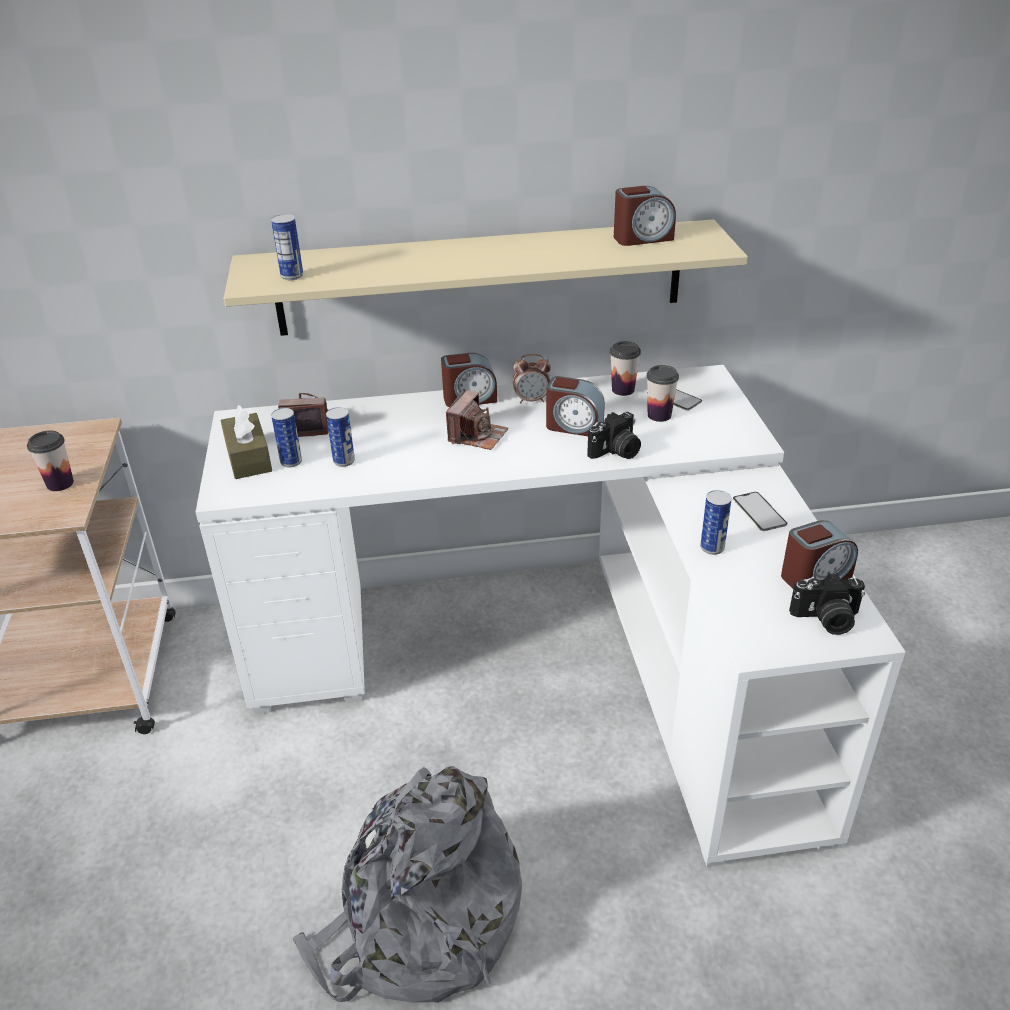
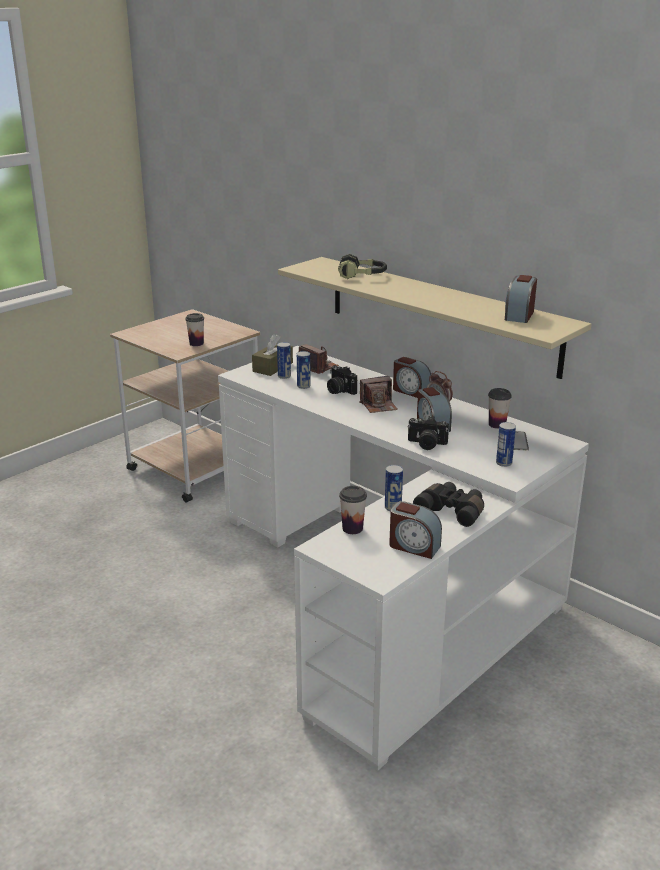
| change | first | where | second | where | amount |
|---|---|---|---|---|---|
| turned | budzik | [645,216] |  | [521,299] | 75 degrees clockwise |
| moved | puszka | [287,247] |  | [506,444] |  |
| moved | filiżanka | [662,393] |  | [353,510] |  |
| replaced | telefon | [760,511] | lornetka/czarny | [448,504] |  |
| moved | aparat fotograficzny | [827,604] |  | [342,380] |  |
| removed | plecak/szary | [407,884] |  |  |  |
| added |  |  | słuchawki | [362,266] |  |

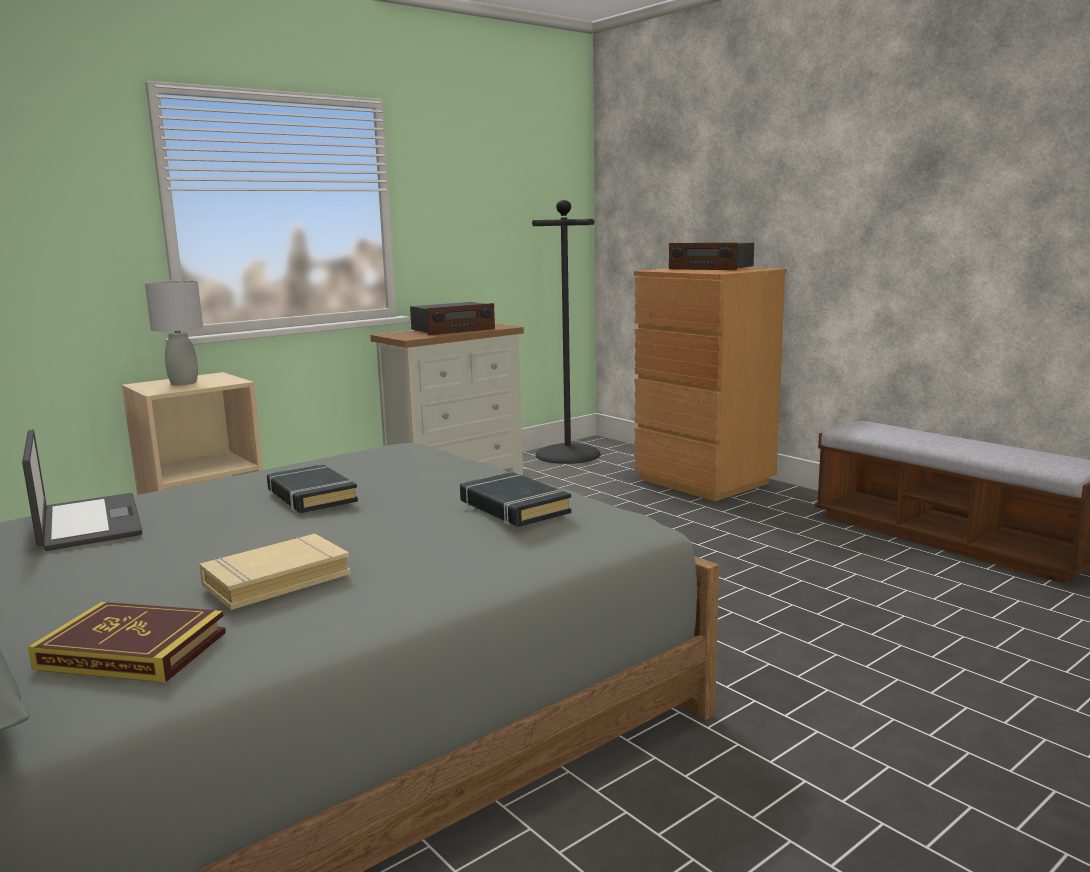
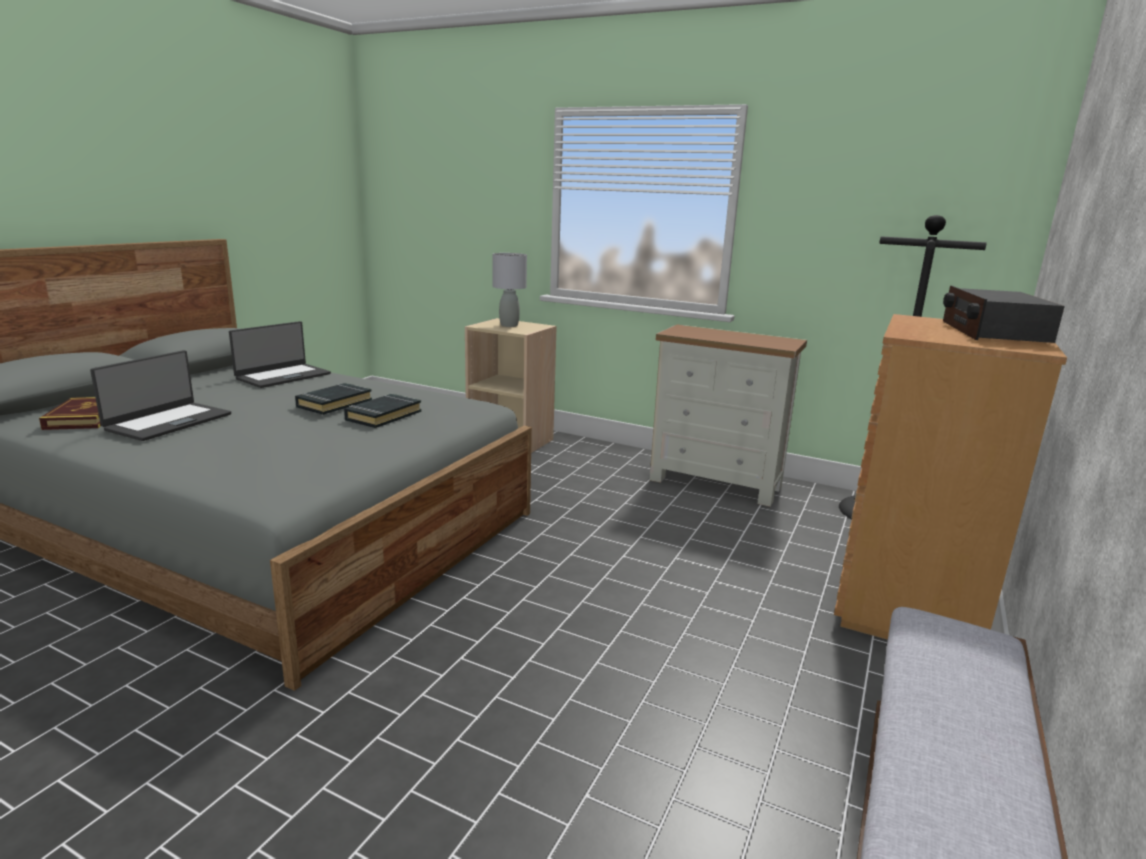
| change | first | where | second | where | amount |
|---|---|---|---|---|---|
| removed | radio | [452,318] |  |  |  |
| moved | książka/czarny | [515,499] |  | [383,411] |  |
| replaced | książka/beżowy | [275,572] | laptop | [160,395] |  |

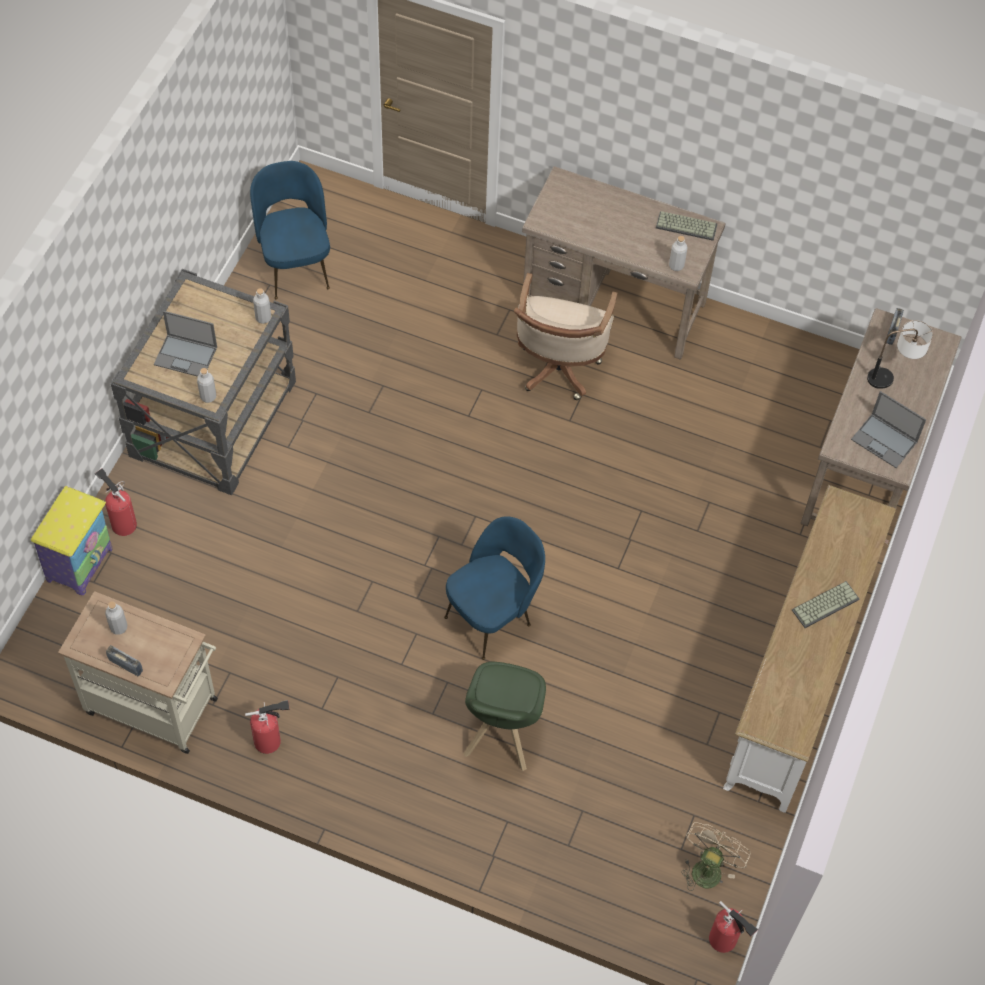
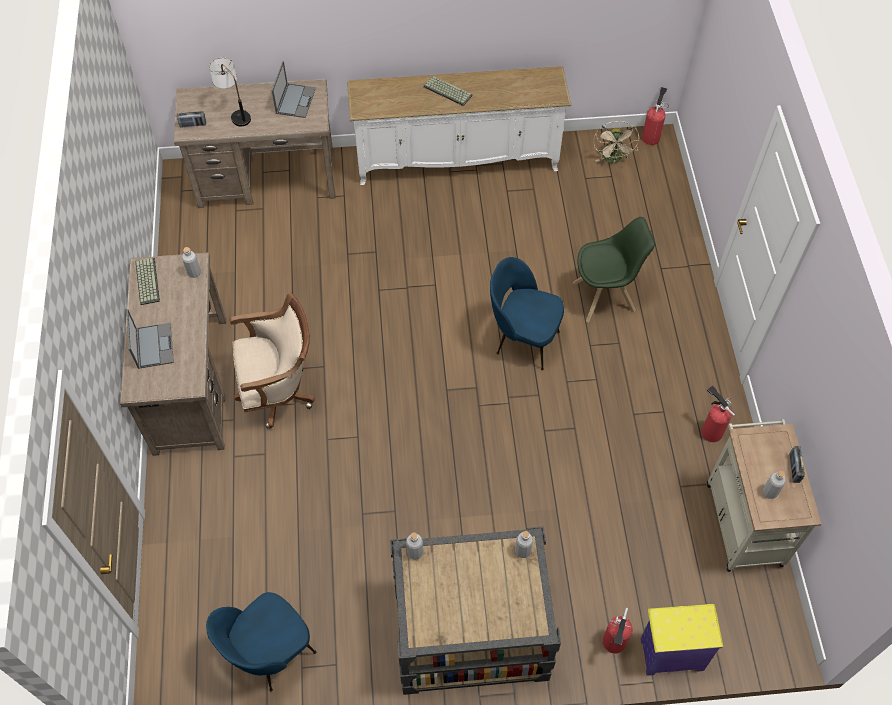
| change | first | where | second | where | amount |
|---|---|---|---|---|---|
| moved | laptop | [185,344] |  | [150,339] |  |
| turned | wentylator/beżowy | [716,856] |  | [616,142] | 90 degrees counterclockwise |

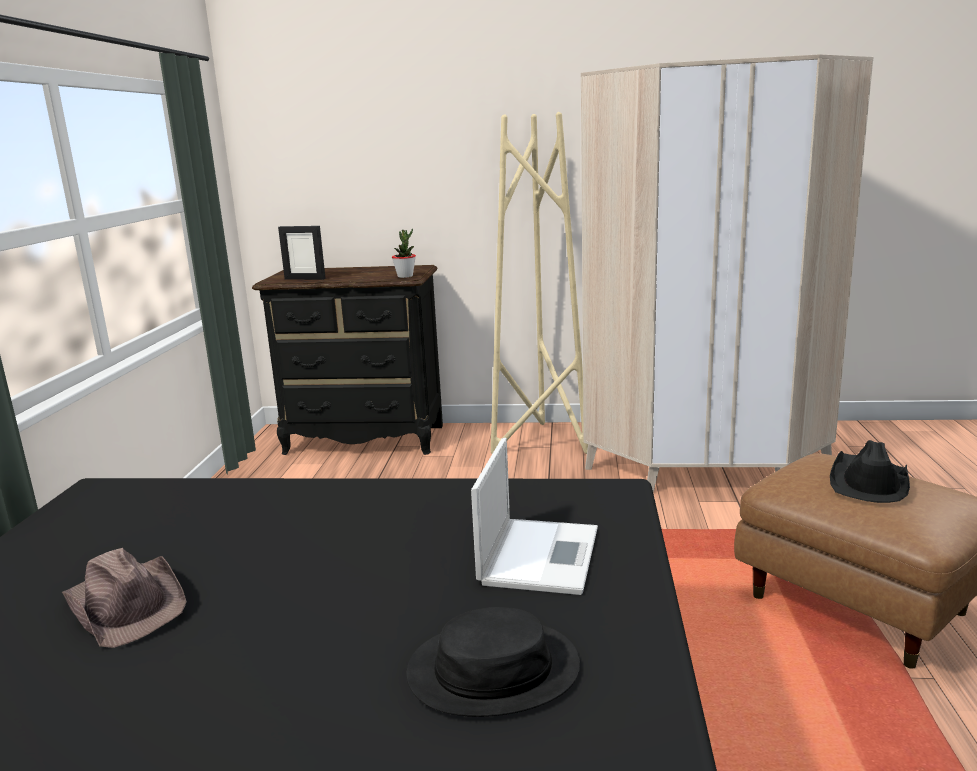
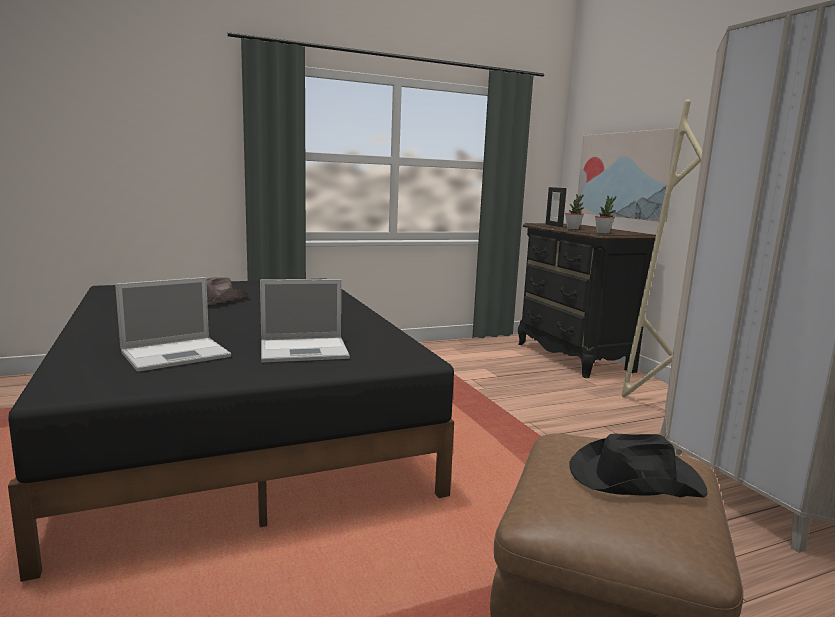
| change | first | where | second | where | amount |
|---|---|---|---|---|---|
| replaced | kapelusz/czarny | [493,662] | laptop | [173,324] |  |
| added |  |  | obraz | [628,175] |  |
| added |  |  | roślina doniczkowa | [574,212] |  |

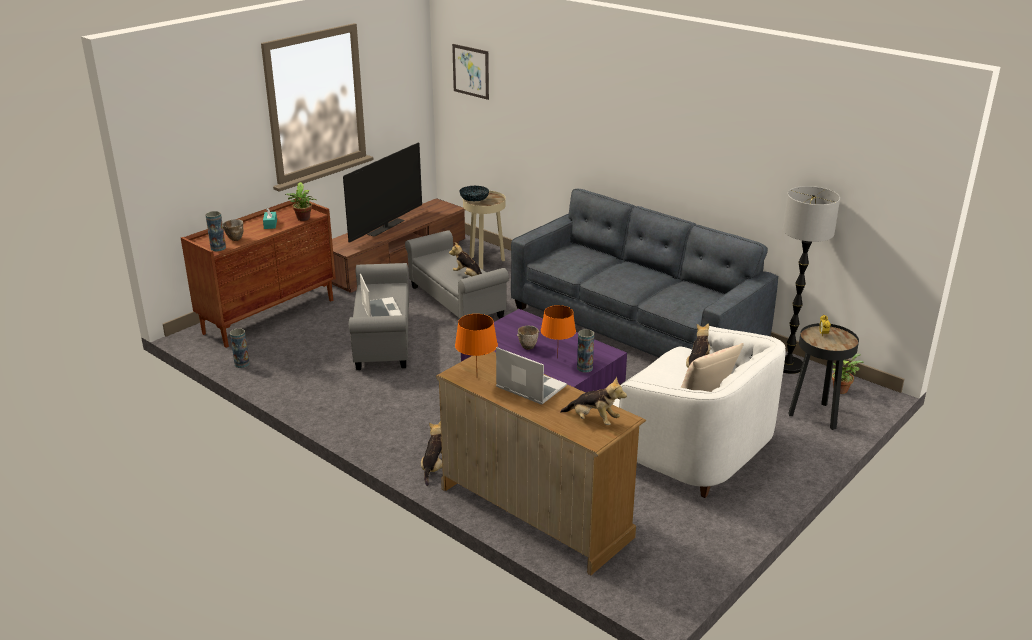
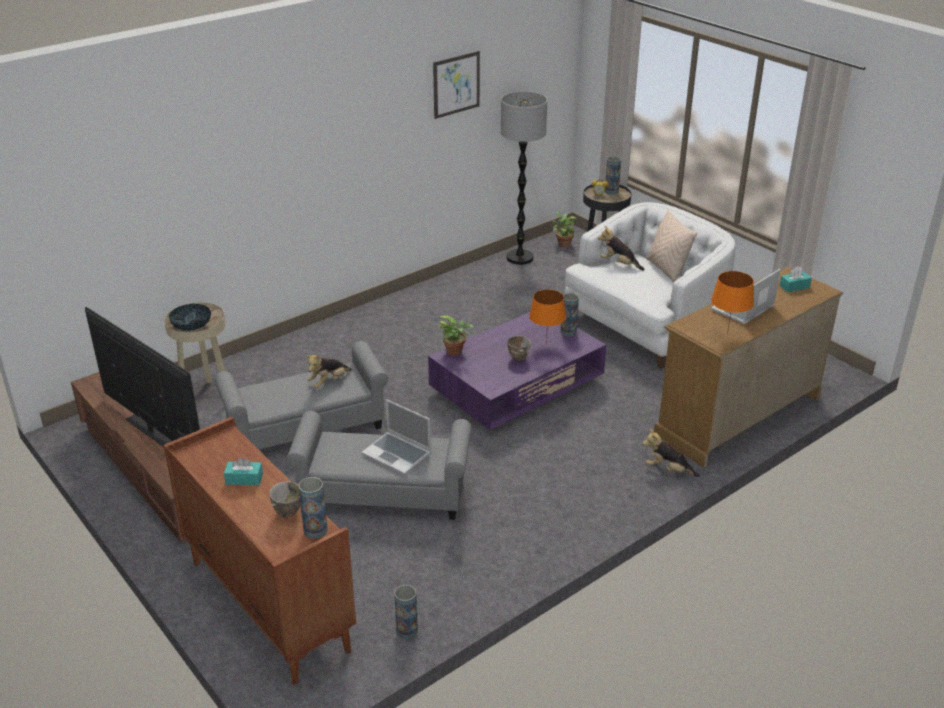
| change | first | where | second | where | amount |
|---|---|---|---|---|---|
| moved | obraz | [470,72] |  | [456,85] |  |
| moved | roślina doniczkowa | [301,201] |  | [455,335] |  |
| removed | kanapa/szary | [645,273] |  |  |  |
| turned | laptop | [381,295] |  | [396,437] | 135 degrees counterclockwise |
| replaced | pluszak | [593,401] | pudełko chusteczek/turkusowy | [795,279] |  |
| added |  |  | wazon | [613,175] |  |

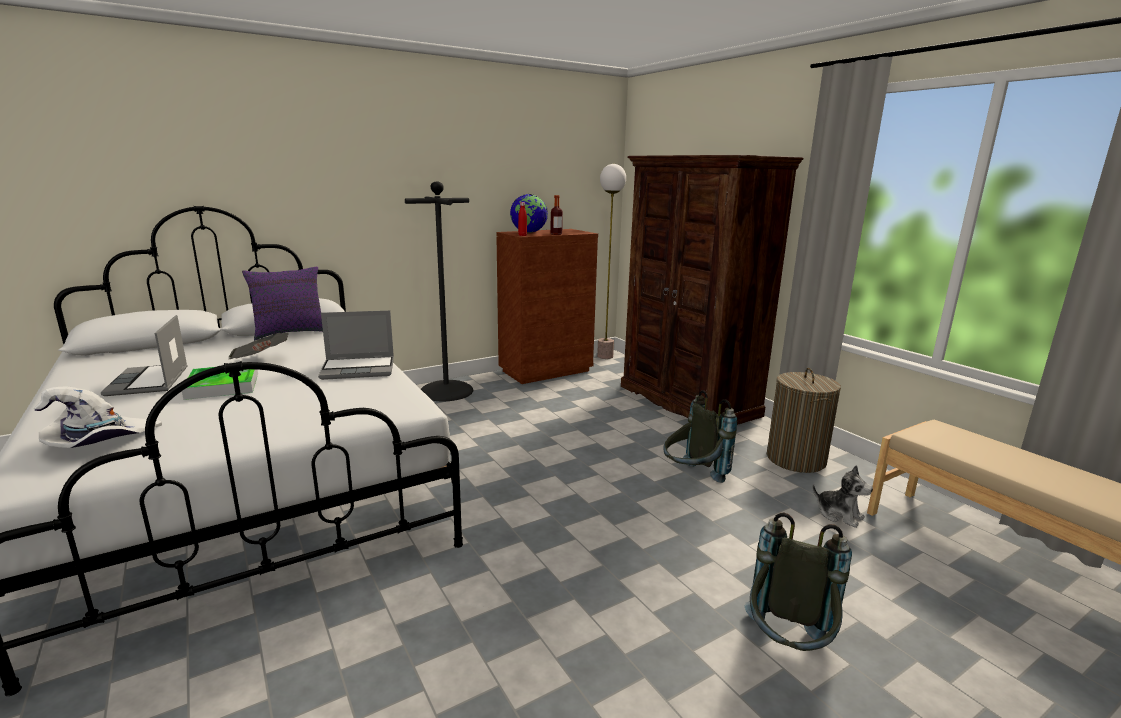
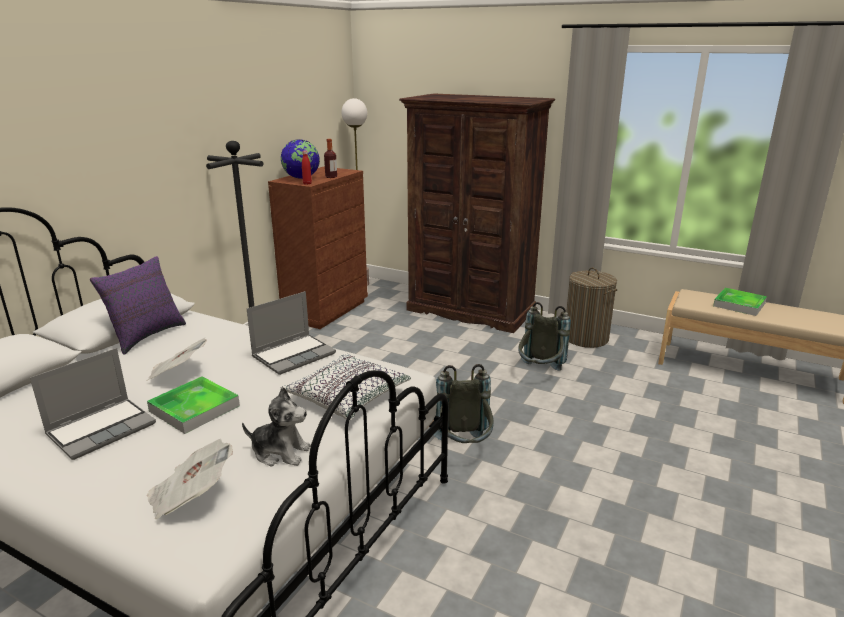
| change | first | where | second | where | amount |
|---|---|---|---|---|---|
| turned | laptop | [144,355] |  | [93,404] | 90 degrees counterclockwise |
| replaced | kapelusz/biały | [98,417] | gazeta | [190,479] |  |
| moved | pluszak | [843,496] |  | [276,427] |  |
| moved | plecak/szary | [798,582] |  | [464,403] |  |
| added |  |  | taca | [740,302] |  |
| added |  |  | poduszka/biały | [346,386] |  |

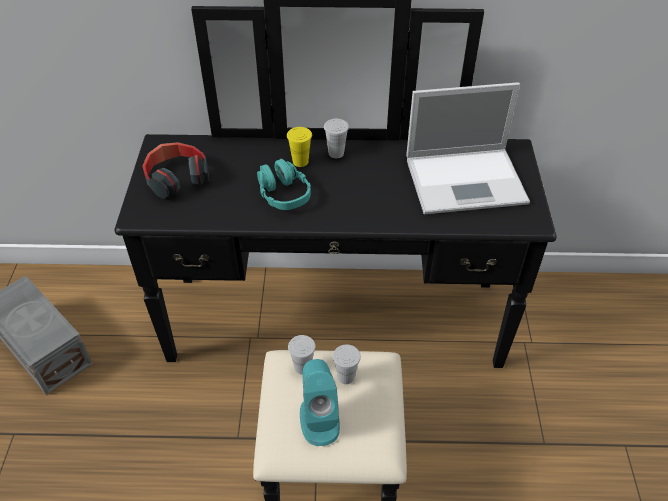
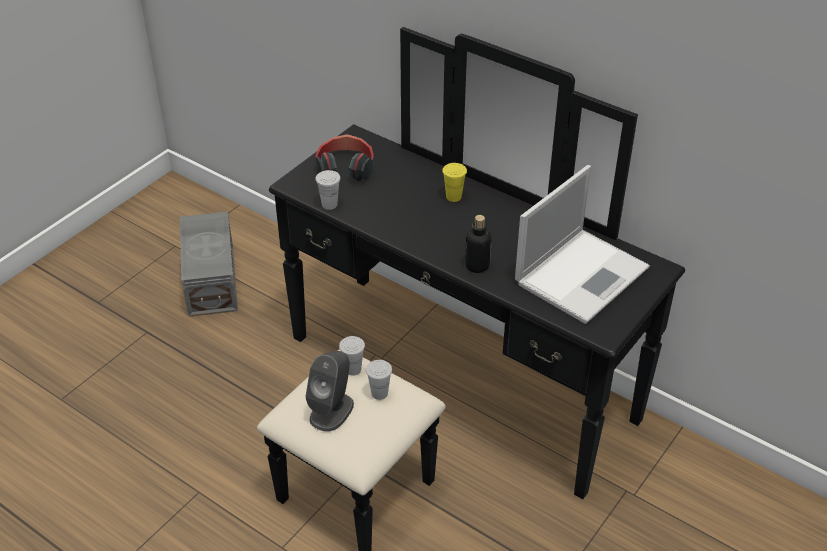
| change | first | where | second | where | amount |
|---|---|---|---|---|---|
| turned | laptop | [468,148] |  | [582,244] | 75 degrees counterclockwise |
| moved | filiżanka/biały | [336,138] |  | [328,190] |  |
| removed | słuchawki/turkusowy | [284,184] |  |  |  |
| recoloured | głośnik/turkusowy | [320,402] | głośnik/szary | [329,391] |  |
| added |  |  | butelka | [478,244] |  |

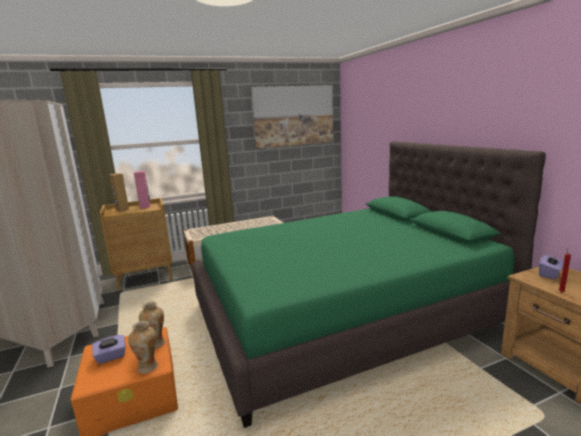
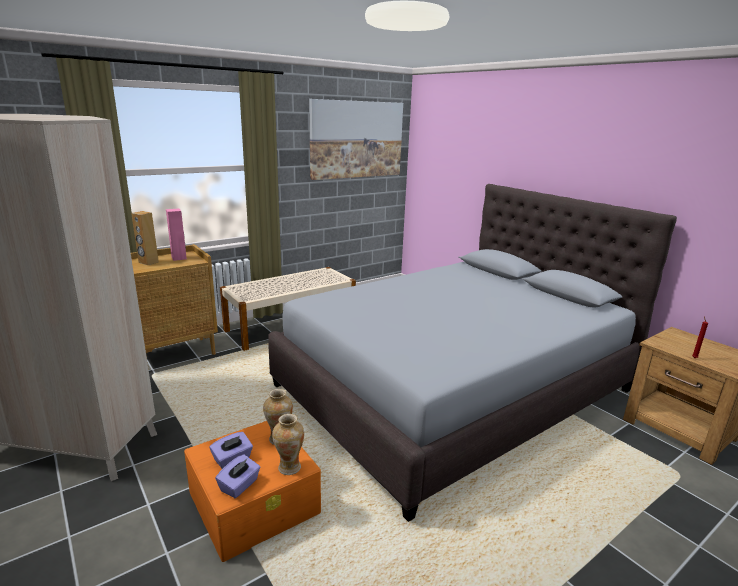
| change | first | where | second | where | amount |
|---|---|---|---|---|---|
| recoloured | łóżko/zielony | [369,284] | łóżko/szary | [472,353] |  |
| moved | pudełko chusteczek/fioletowy | [551,267] |  | [238,476] |  |

